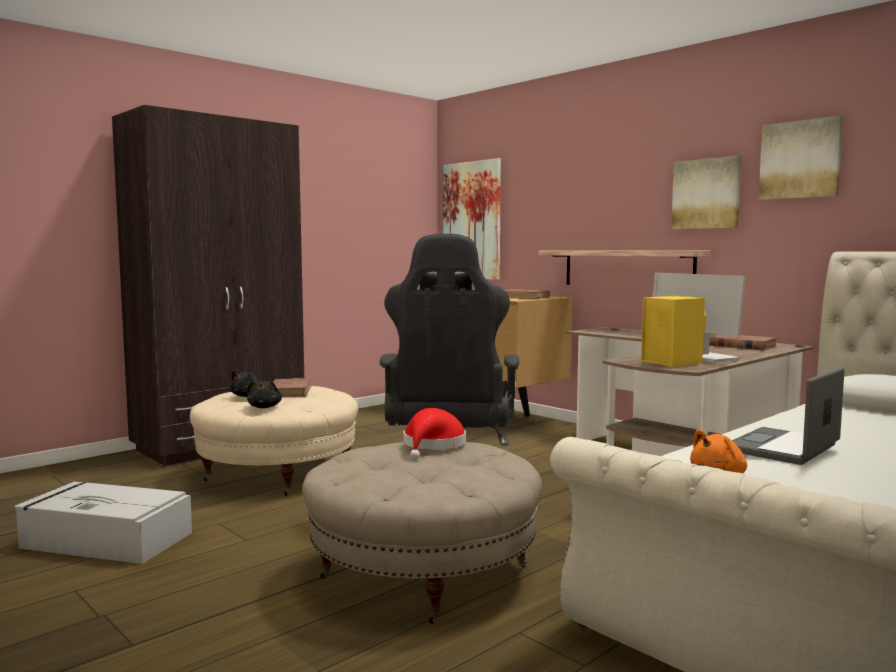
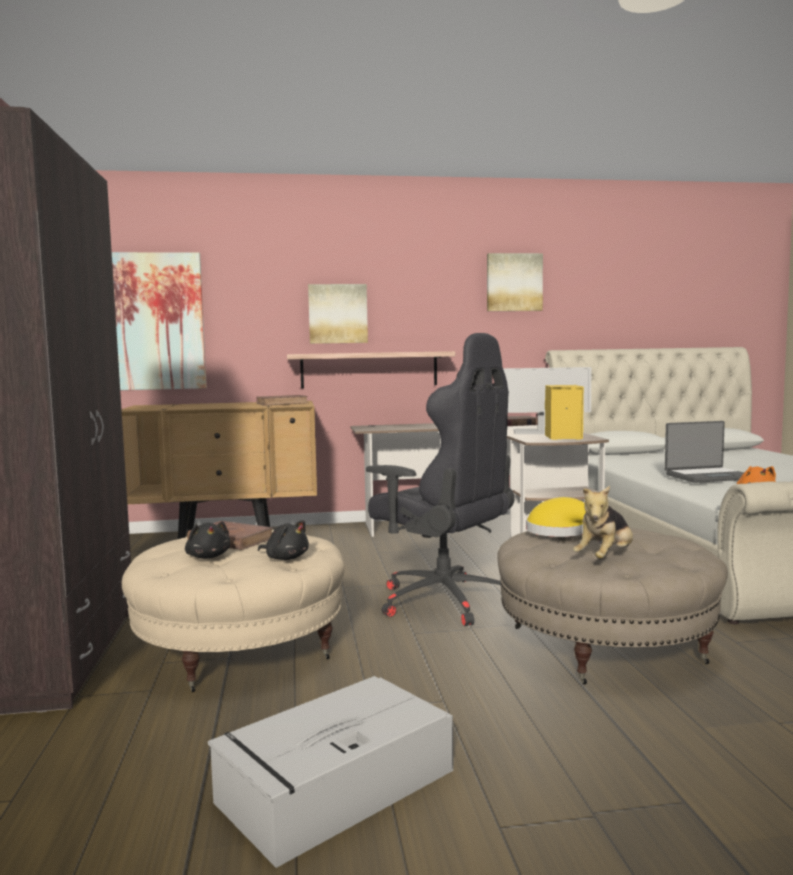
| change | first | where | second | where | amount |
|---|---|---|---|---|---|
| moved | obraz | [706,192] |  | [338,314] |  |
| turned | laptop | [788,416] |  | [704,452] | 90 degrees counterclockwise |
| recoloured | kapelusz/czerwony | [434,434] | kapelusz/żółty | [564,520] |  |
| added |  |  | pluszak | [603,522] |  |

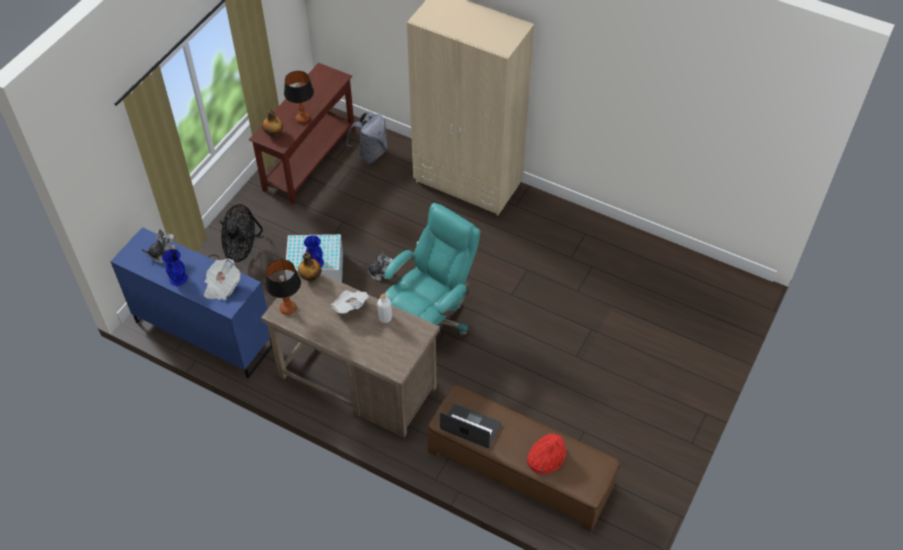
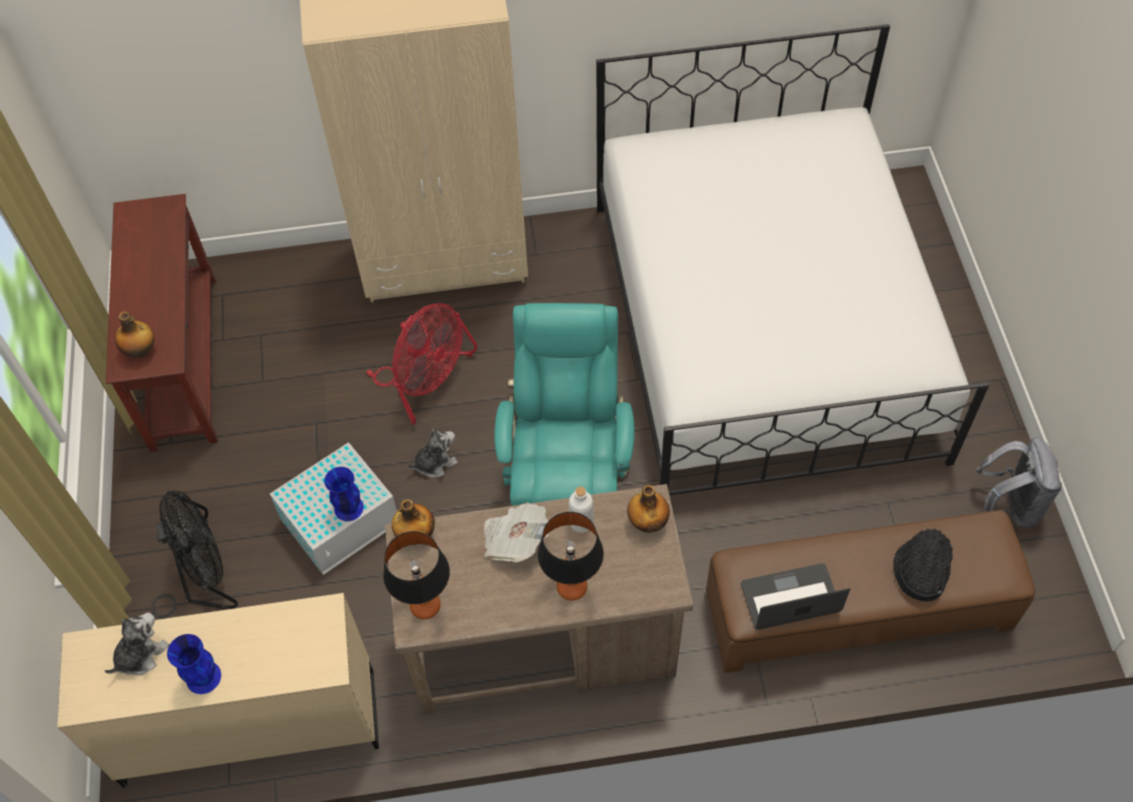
| change | first | where | second | where | amount |
|---|---|---|---|---|---|
| moved | lampa stołowa | [299,97] |  | [570,556] |  |
| moved | plecak/szary | [367,137] |  | [1018,482] |  |
| recoloured | komoda/niebieski | [191,302] | komoda/beżowy | [218,690] |  |
| removed | gazeta | [222,279] |  |  |  |
| recoloured | kapelusz/czerwony | [546,453] | kapelusz/czarny | [923,565] |  |
| added |  |  | łóżko/biały | [792,259] |  |
| added |  |  | wentylator/czerwony | [421,364] |  |
| added |  |  | butelka | [648,509] |  |

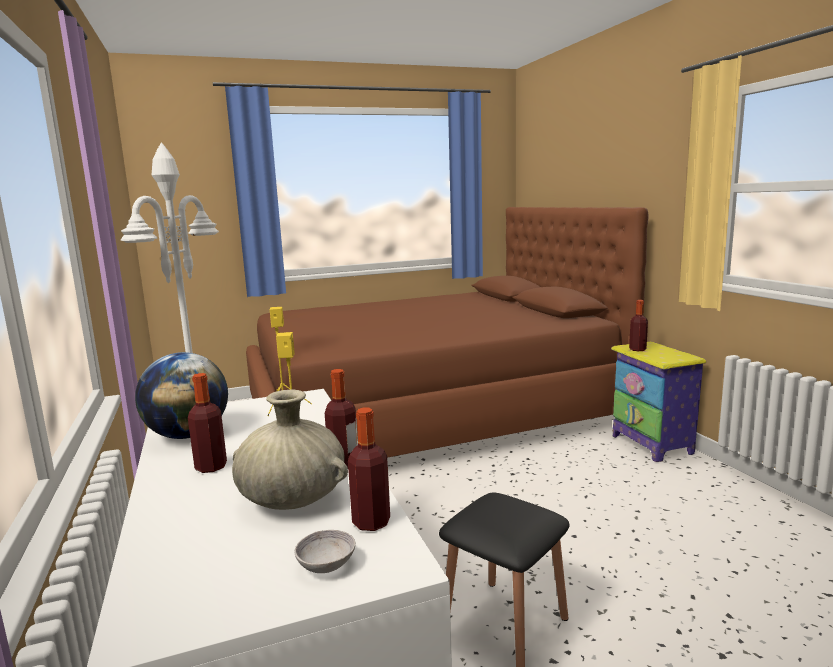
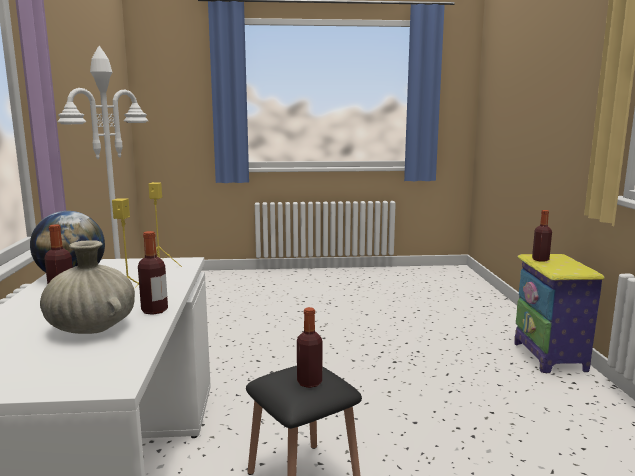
| change | first | where | second | where | amount |
|---|---|---|---|---|---|
| removed | łóżko/brązowy | [447,332] |  |  |  |
| moved | butelka | [369,469] |  | [310,347] |  |
| removed | miska/szary | [325,551] |  |  |  |

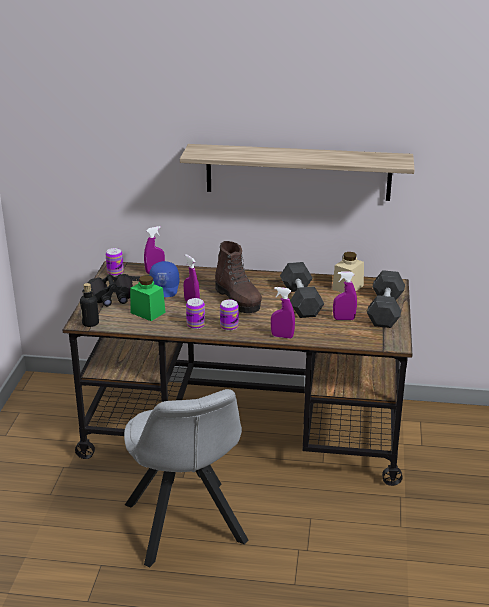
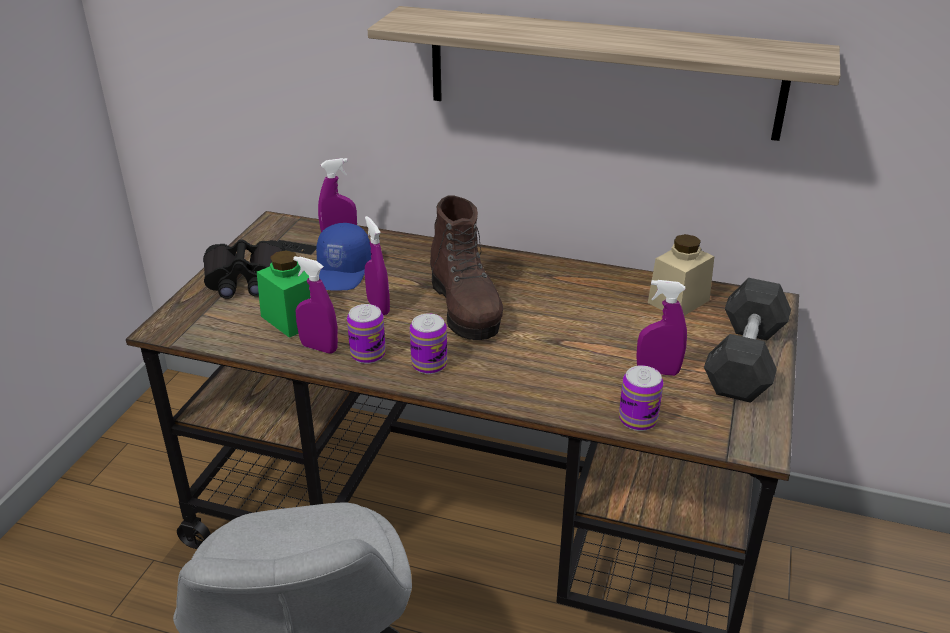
| change | first | where | second | where | amount |
|---|---|---|---|---|---|
| moved | puszka | [115,262] |  | [641,398] |  |
| removed | hantel/szary | [302,290] |  |  |  |
| removed | butelka | [89,305] |  |  |  |
| moved | spryskiwacz/fioletowy | [283,313] |  | [315,305] |  |

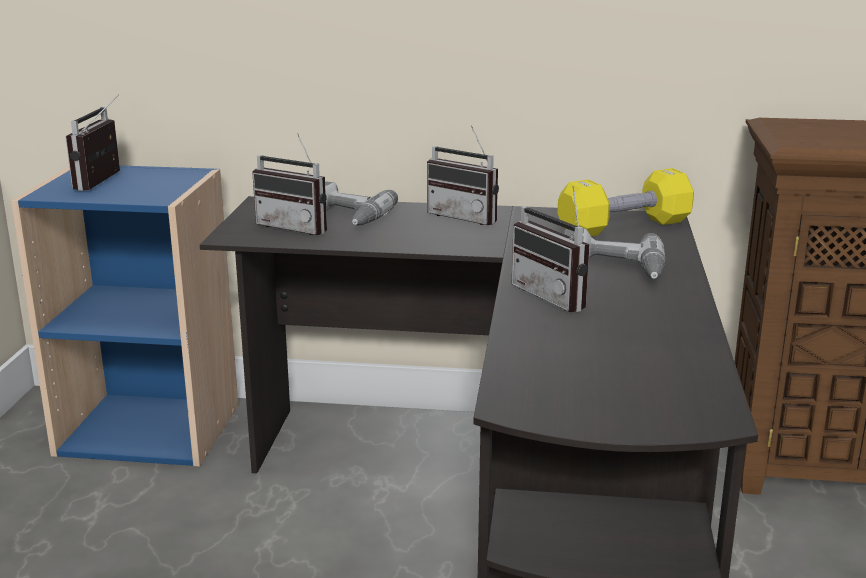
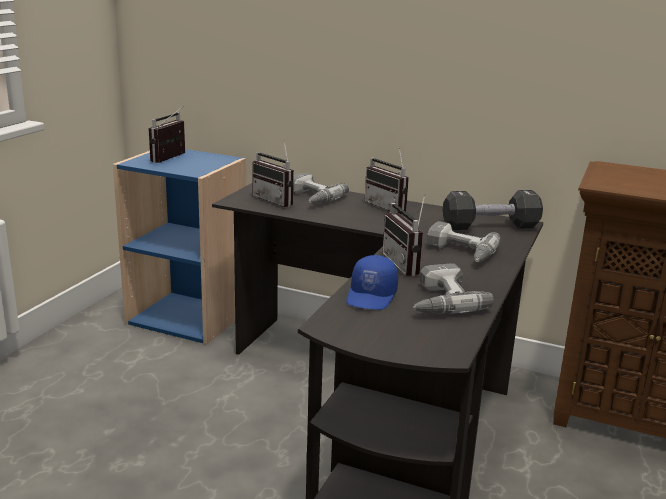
| change | first | where | second | where | amount |
|---|---|---|---|---|---|
| recoloured | hantel/żółty | [625,202] | hantel/czarny | [492,210] |  |
| added |  |  | czapka z daszkiem/niebieski | [372,282] |  |
| added |  |  | wiertarka | [453,289] |  |

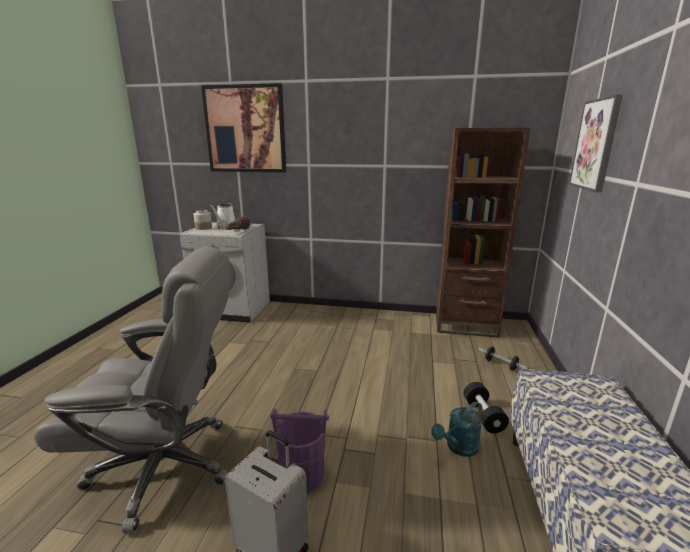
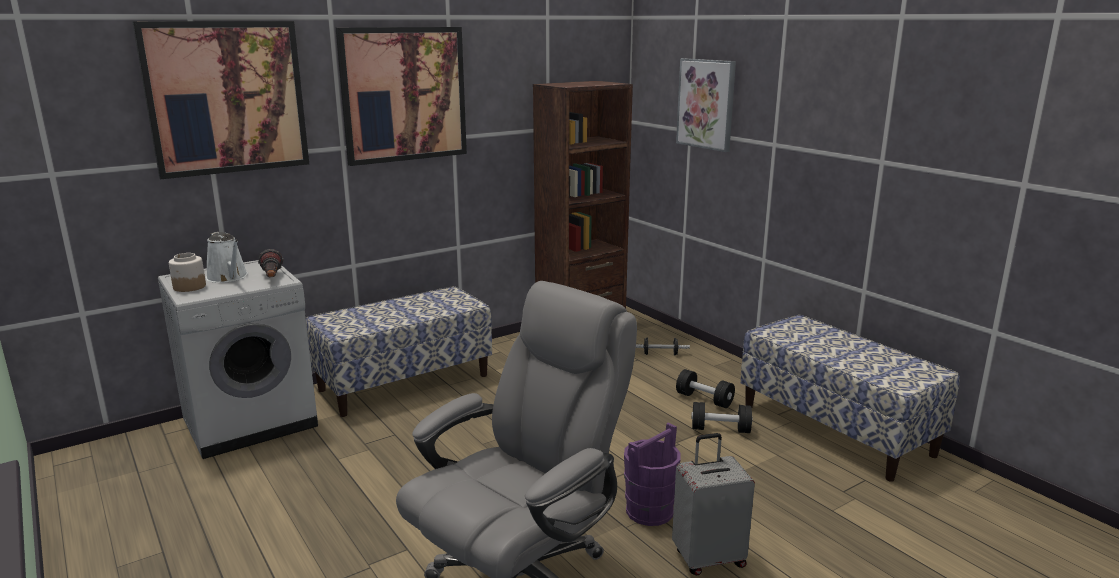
| change | first | where | second | where | amount |
|---|---|---|---|---|---|
| replaced | konewka/turkusowy | [456,429] | hantel/czarny | [721,417] |  |
| added |  |  | obraz | [401,96] |  |
| added |  |  | ławka | [399,351] |  |

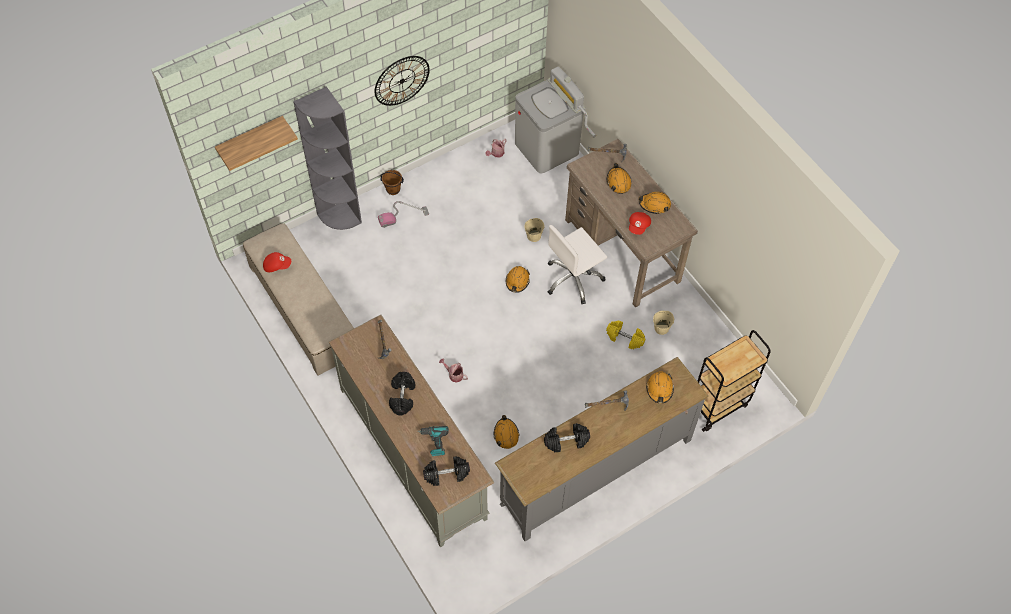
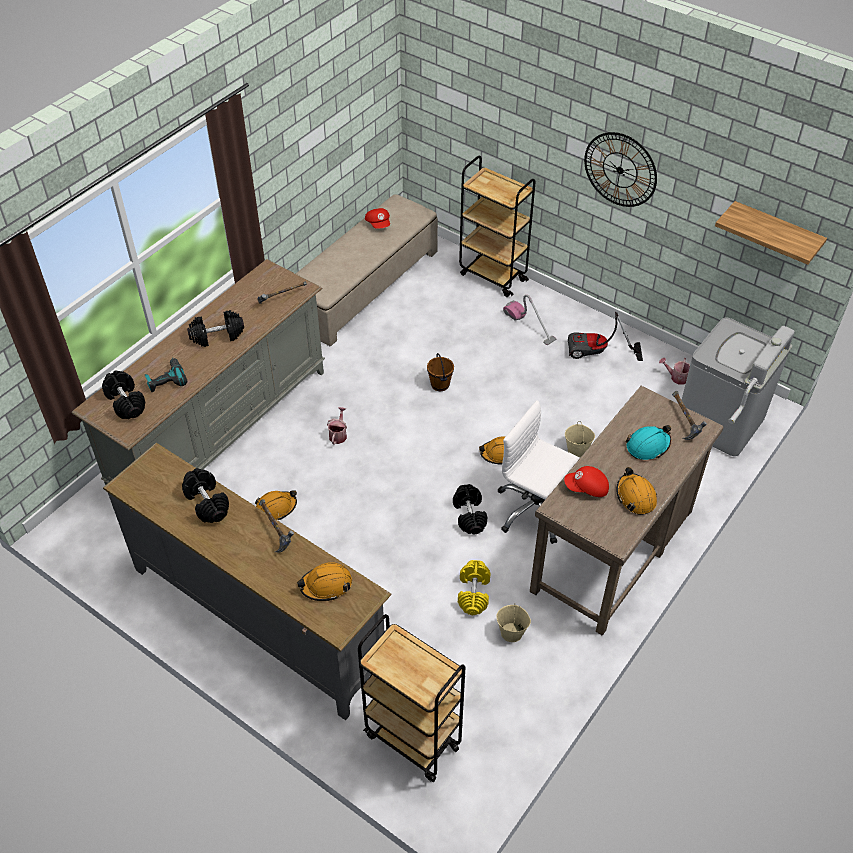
| change | first | where | second | where | amount |
|---|---|---|---|---|---|
| replaced | regał/szary | [327,158] | wózek/brązowy | [497,226] |  |
| moved | półka | [256,143] |  | [771,233] |  |
| recoloured | kask/pomarańczowy | [619,178] | kask/turkusowy | [648,442] |  |
| moved | wiadro/brązowy | [392,182] |  | [440,372] |  |
| added |  |  | odkurzacz | [605,336] |  |
| added |  |  | hantel/czarny | [470,509] |  |

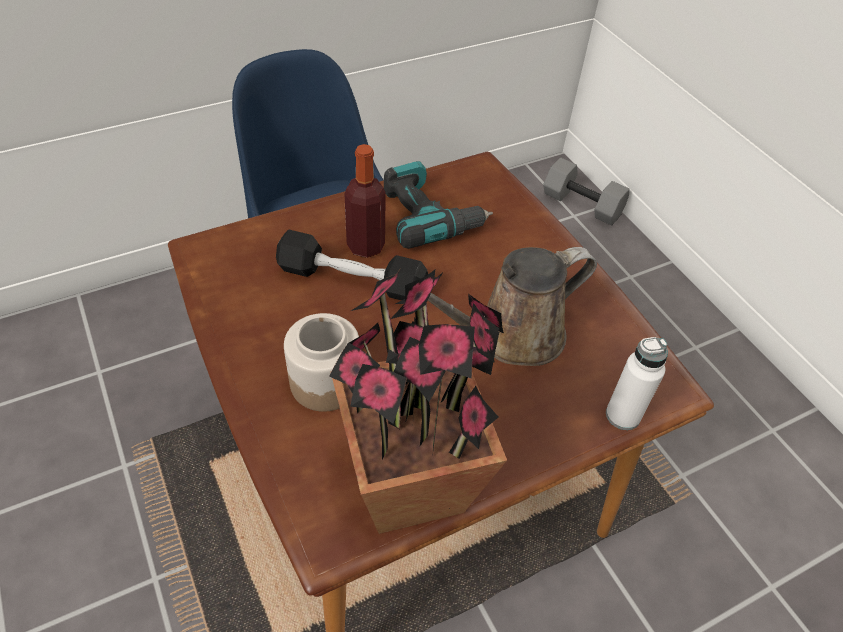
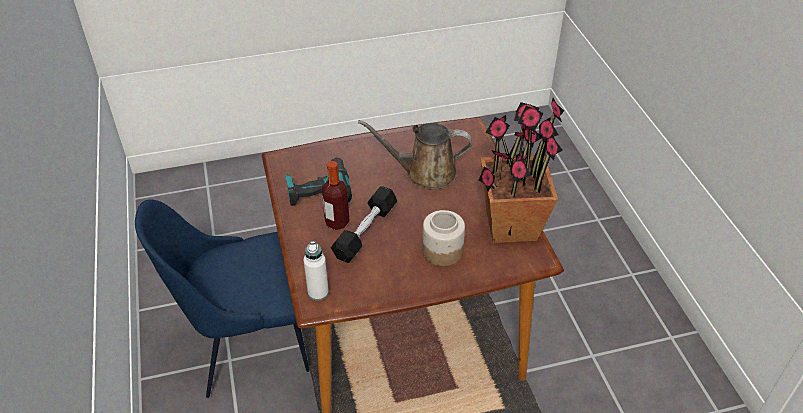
| change | first | where | second | where | amount |
|---|---|---|---|---|---|
| removed | hantel/szary | [586,192] |  |  |  |
| turned | konewka/brązowy | [512,306] |  | [415,155] | 105 degrees clockwise |
| moved | butelka/biały | [637,383] |  | [316,271] |  |

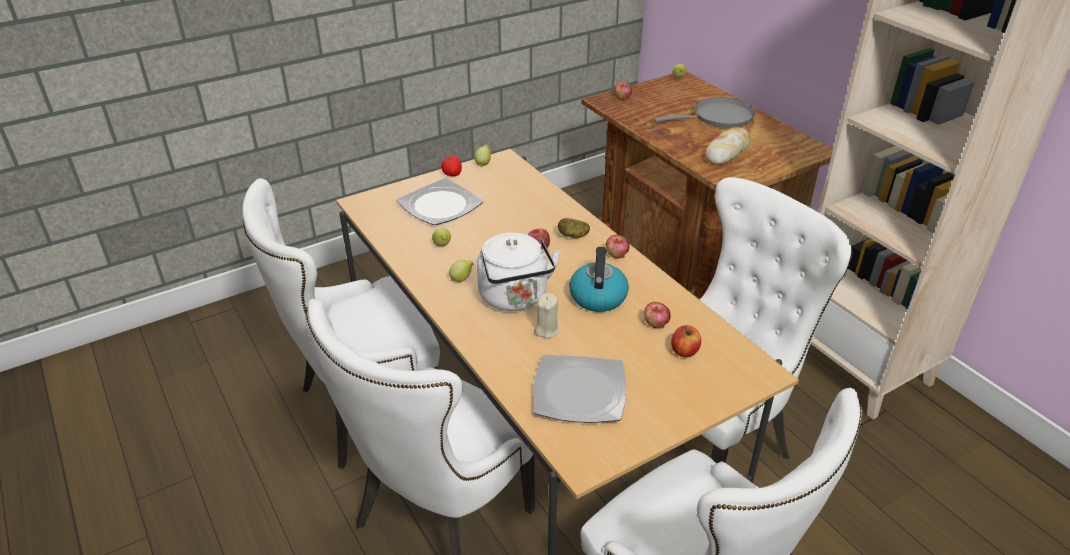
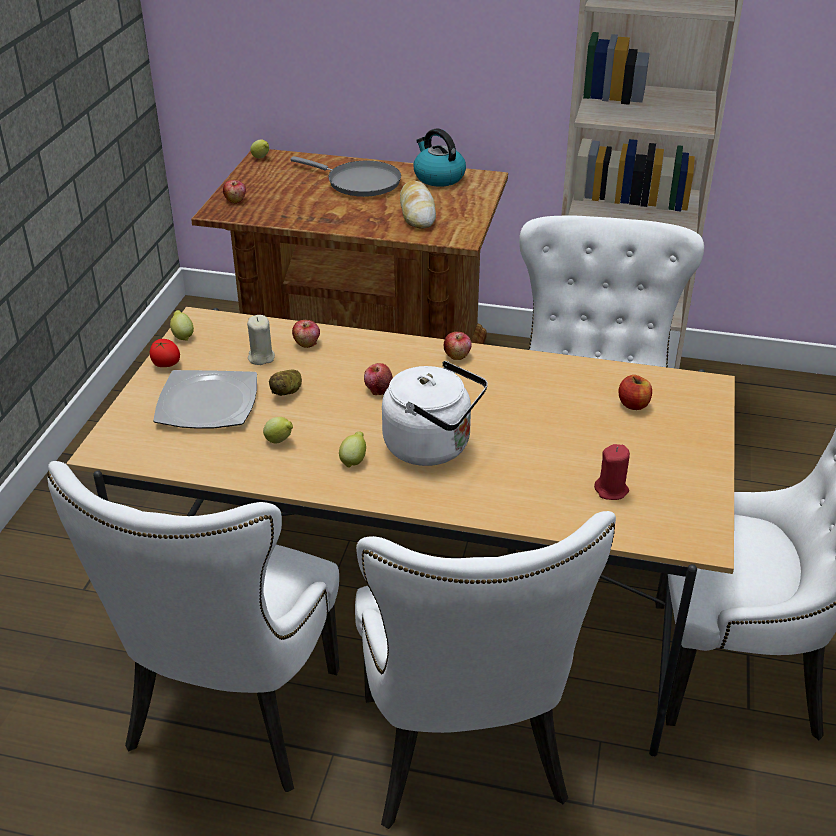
| change | first | where | second | where | amount |
|---|---|---|---|---|---|
| turned | patelnia/szary | [704,112] |  | [345,176] | 90 degrees clockwise |
| moved | ziemniak | [574,228] |  | [285,383] |  |
| moved | czajnik | [599,279] |  | [440,157] |  |
| moved | świeca/beżowy | [547,316] |  | [261,340] |  |
| moved | jabłko | [657,315] |  | [306,334] |  |
| replaced | talerz | [579,389] | świeca/czerwony | [612,472] |  |

